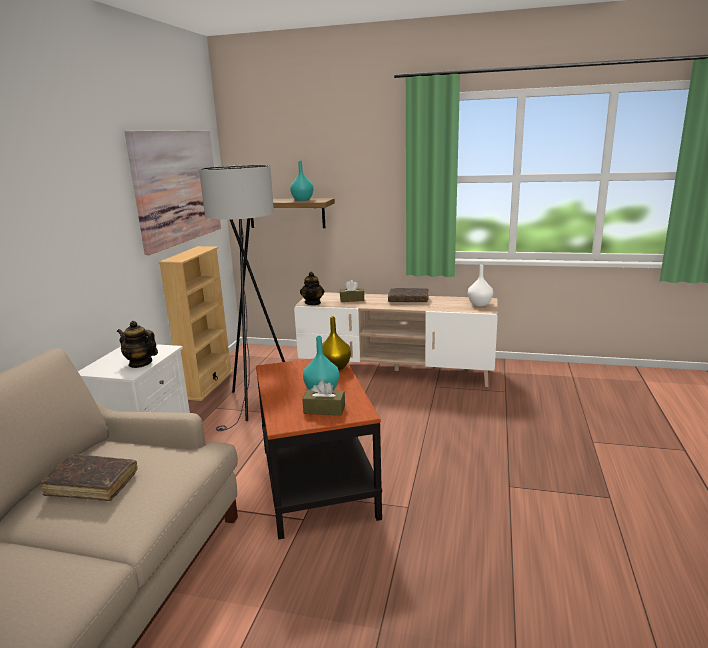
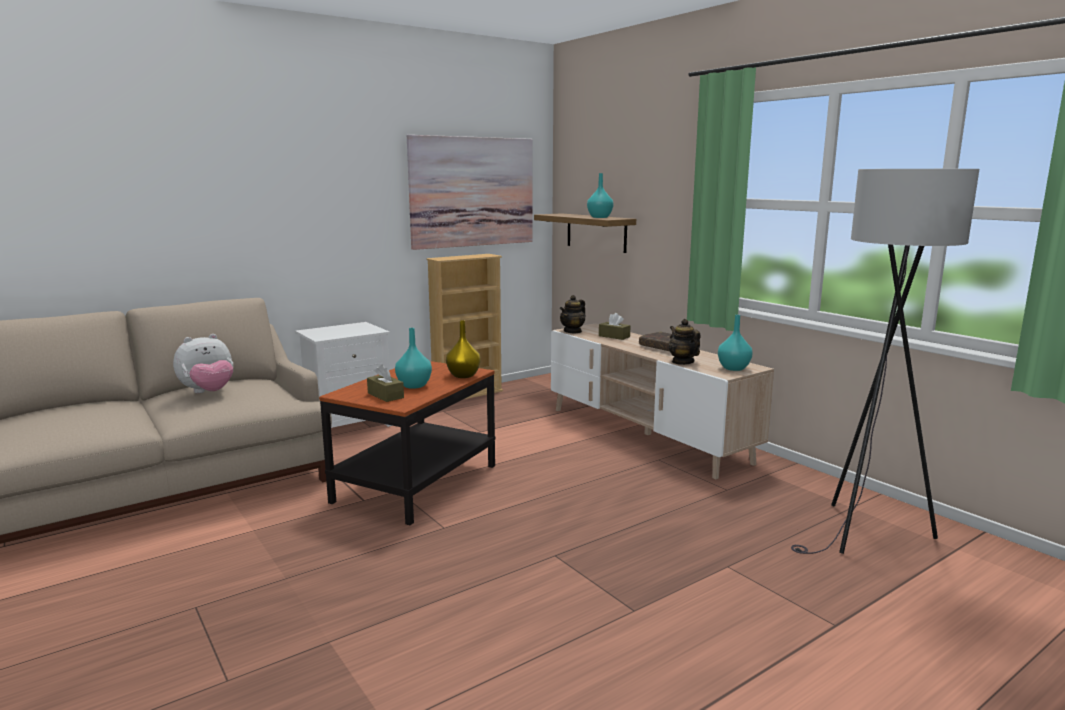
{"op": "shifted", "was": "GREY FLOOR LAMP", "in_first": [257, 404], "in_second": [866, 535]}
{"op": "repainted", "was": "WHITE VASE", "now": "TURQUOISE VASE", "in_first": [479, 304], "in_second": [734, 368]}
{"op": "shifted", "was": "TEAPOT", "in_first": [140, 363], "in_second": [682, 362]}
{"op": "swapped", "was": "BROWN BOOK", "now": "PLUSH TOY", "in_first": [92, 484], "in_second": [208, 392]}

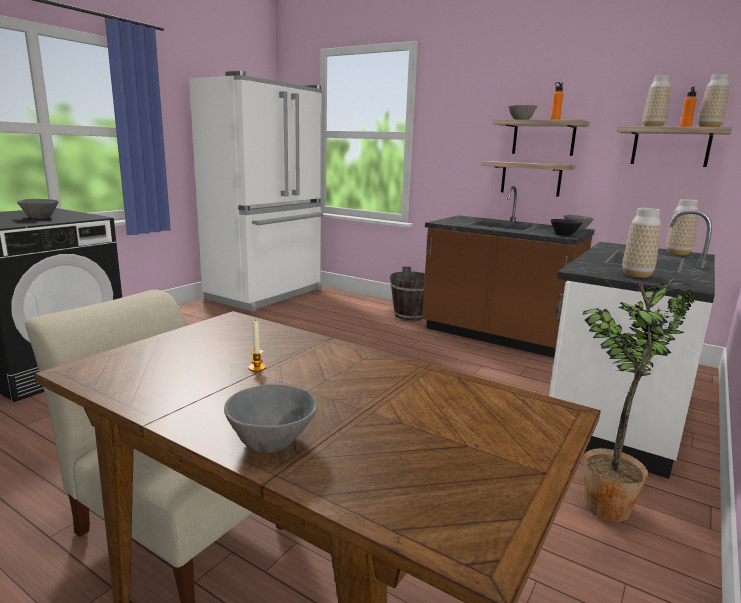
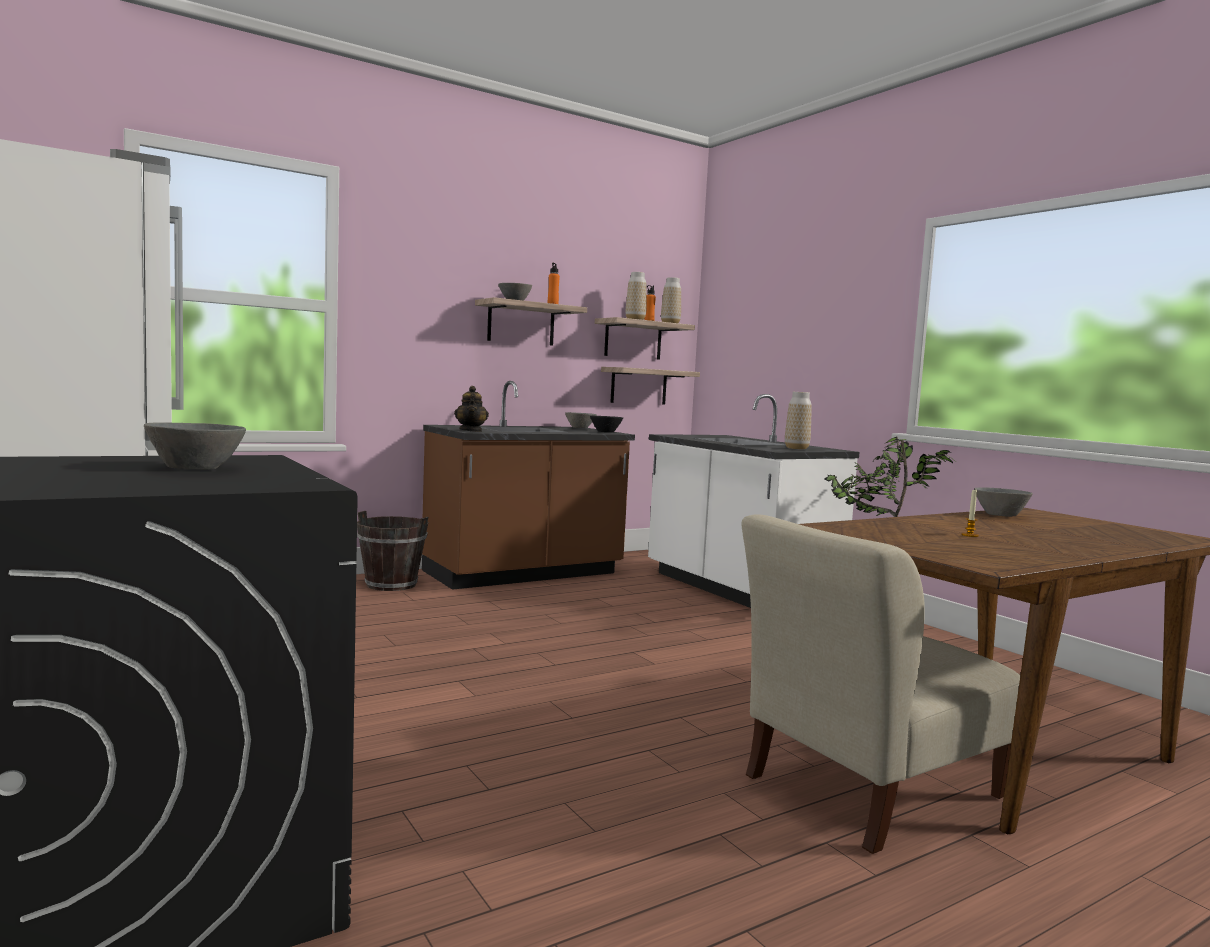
{"op": "shifted", "was": "SHELF", "in_first": [531, 178], "in_second": [638, 386]}
{"op": "gone", "was": "VASE", "in_first": [678, 253]}
{"op": "shifted", "was": "GREY BOWL", "in_first": [273, 442], "in_second": [1001, 515]}
{"op": "new", "now": "TEAPOT", "in_second": [471, 431]}

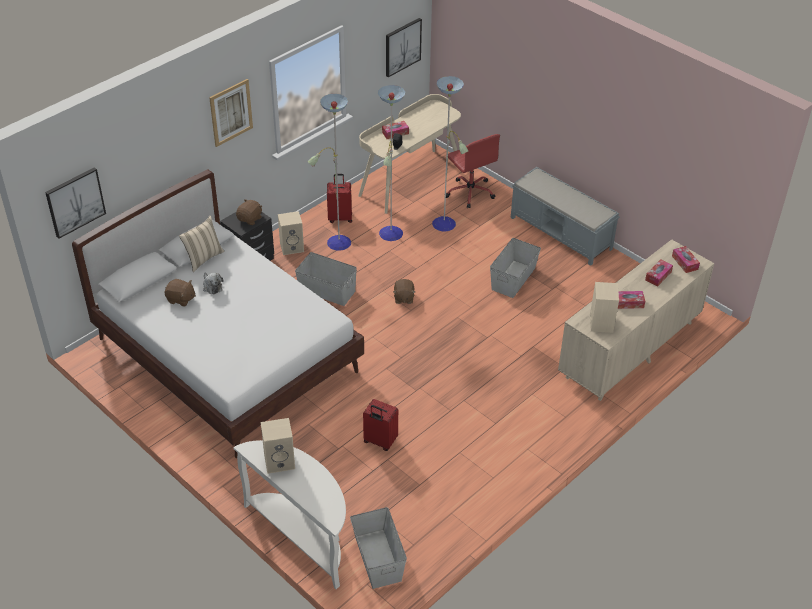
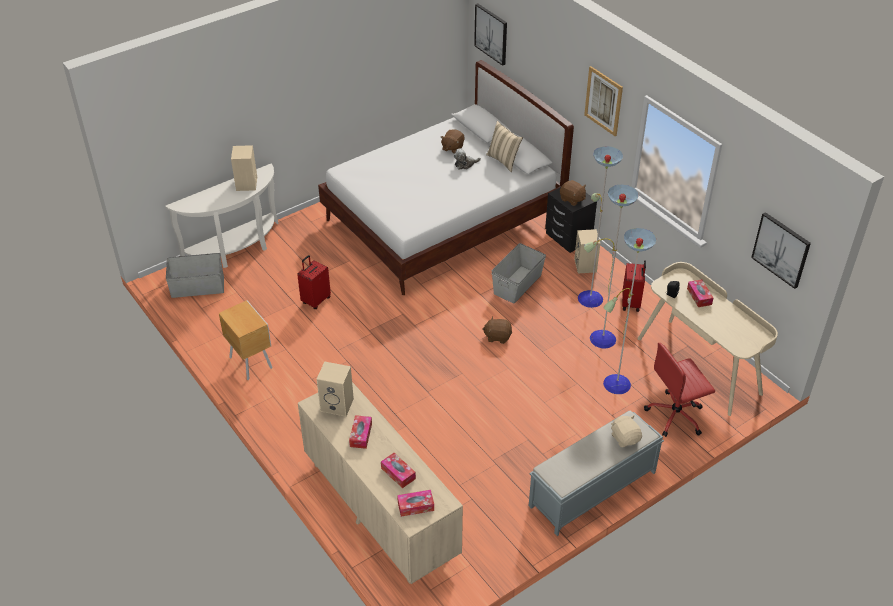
{"op": "gone", "was": "GREY STORAGE BOX", "in_first": [514, 278]}
{"op": "new", "now": "BROWN NIGHTSTAND", "in_second": [251, 362]}
{"op": "new", "now": "BEIGE PLUSH TOY", "in_second": [625, 438]}

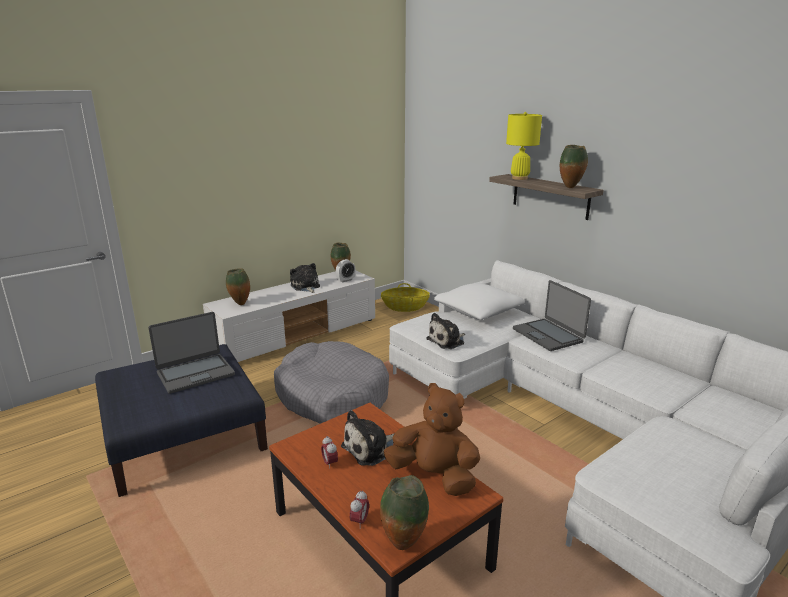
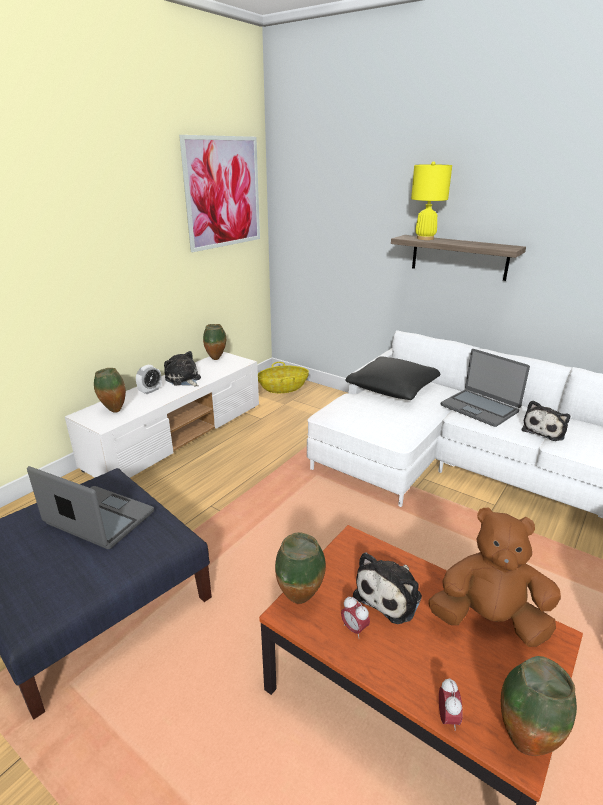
{"op": "shifted", "was": "VASE", "in_first": [571, 188], "in_second": [301, 600]}
{"op": "shifted", "was": "ALARM CLOCK", "in_first": [345, 280], "in_second": [150, 390]}
{"op": "repainted", "was": "WHITE PILLOW", "now": "BLACK PILLOW", "in_first": [478, 311], "in_second": [392, 389]}
{"op": "rotated", "was": "LAPTOP", "in_first": [195, 373], "in_second": [99, 519], "clockwise": -105}
{"op": "shifted", "was": "PLUSH TOY", "in_first": [447, 341], "in_second": [545, 430]}
{"op": "gone", "was": "GREY DOG BED", "in_first": [332, 396]}
{"op": "new", "now": "PICTURE", "in_second": [223, 192]}

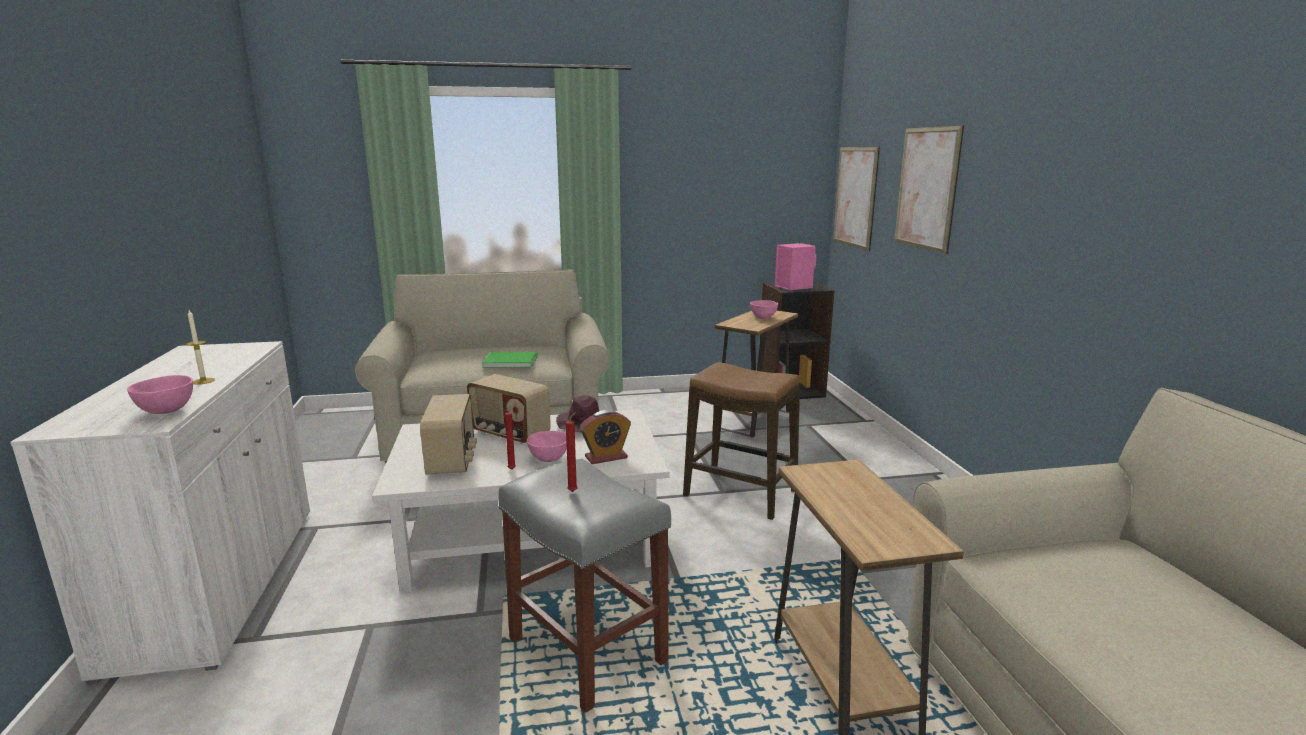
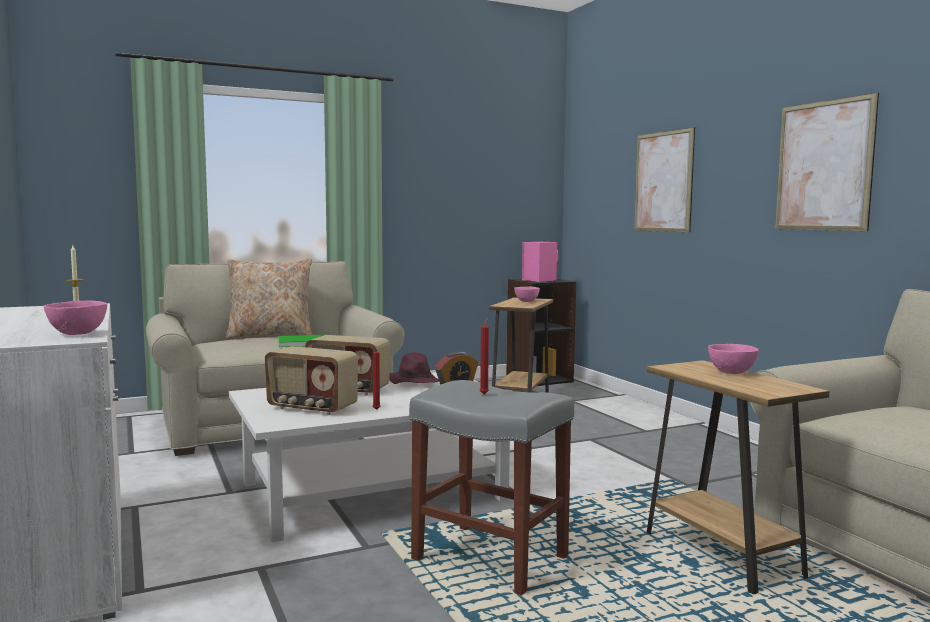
{"op": "shifted", "was": "PICTURE", "in_first": [855, 197], "in_second": [823, 166]}
{"op": "gone", "was": "STOOL", "in_first": [741, 493]}
{"op": "rotated", "was": "RADIO", "in_first": [452, 461], "in_second": [311, 408], "clockwise": 135}
{"op": "shifted", "was": "PINK BOWL", "in_first": [548, 459], "in_second": [732, 373]}
{"op": "new", "now": "BEIGE PILLOW", "in_second": [270, 335]}

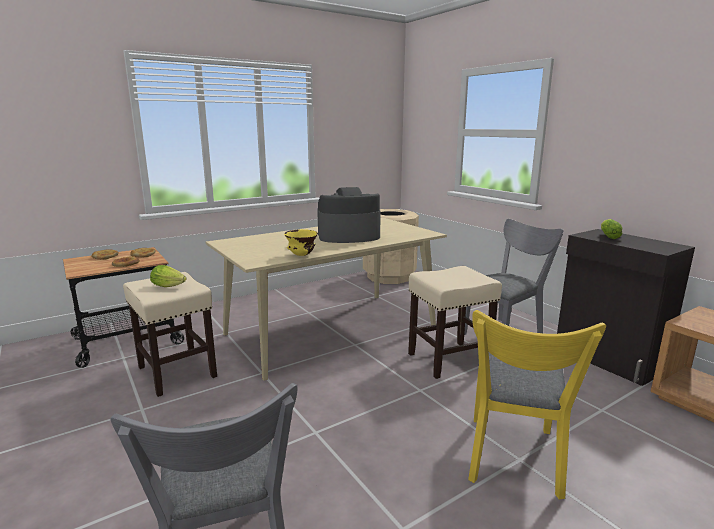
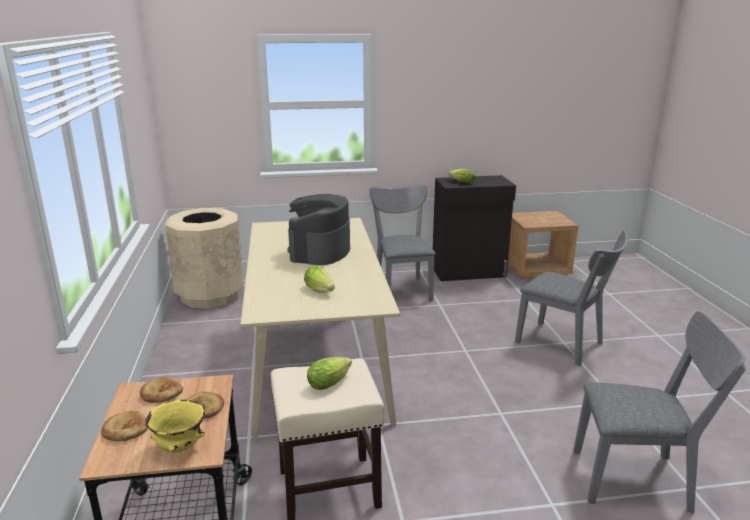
{"op": "shifted", "was": "YELLOW BOWL", "in_first": [302, 255], "in_second": [180, 447]}
{"op": "gone", "was": "BEIGE STOOL", "in_first": [448, 360]}
{"op": "repainted", "was": "YELLOW CHAIR", "now": "GREY CHAIR", "in_first": [513, 461], "in_second": [565, 345]}
{"op": "new", "now": "LETTUCE", "in_second": [320, 290]}

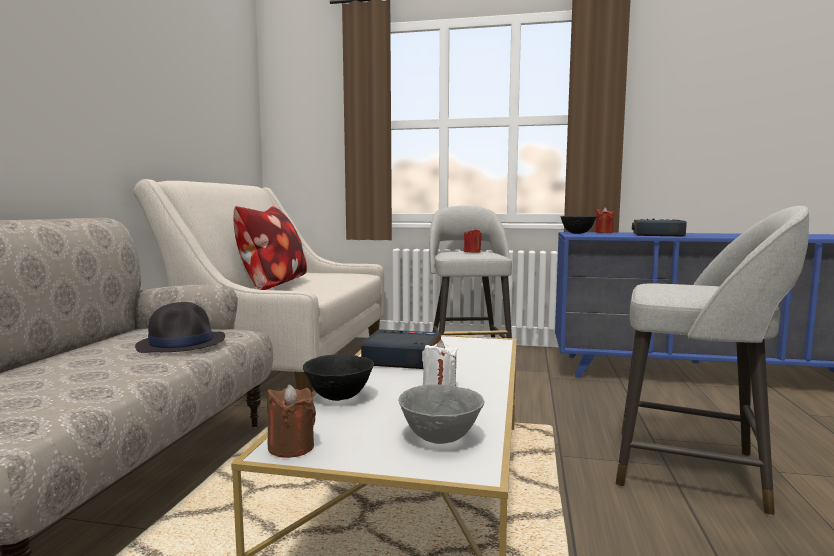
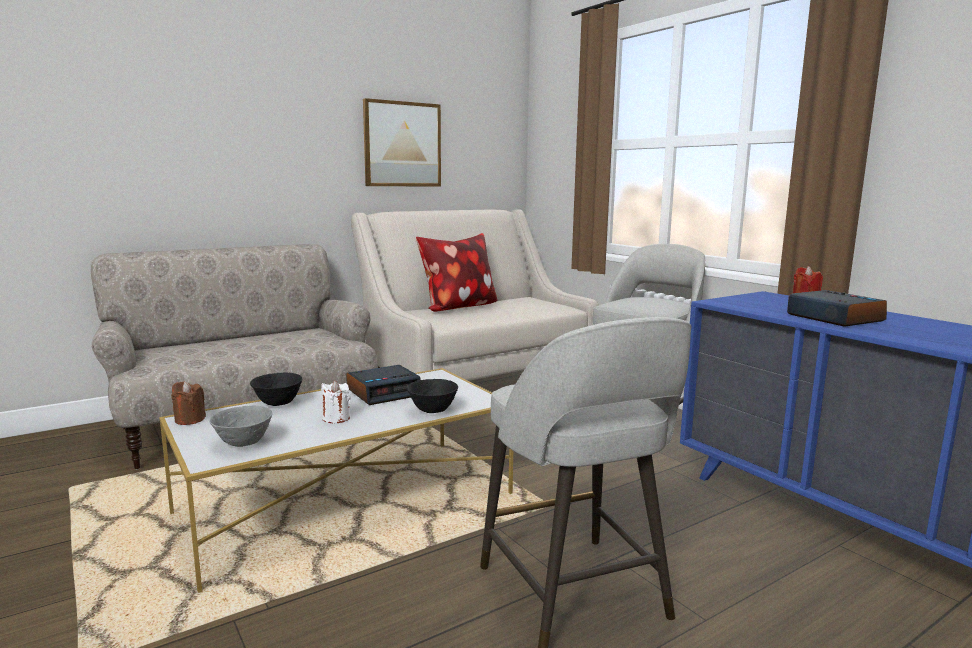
{"op": "shifted", "was": "BLACK BOWL", "in_first": [577, 233], "in_second": [432, 411]}
{"op": "gone", "was": "RED CANDLE", "in_first": [472, 252]}
{"op": "gone", "was": "BLACK HAT", "in_first": [182, 343]}
{"op": "rotated", "was": "ALARM CLOCK", "in_first": [401, 359], "in_second": [384, 392], "clockwise": 90}
{"op": "new", "now": "PICTURE", "in_second": [402, 144]}

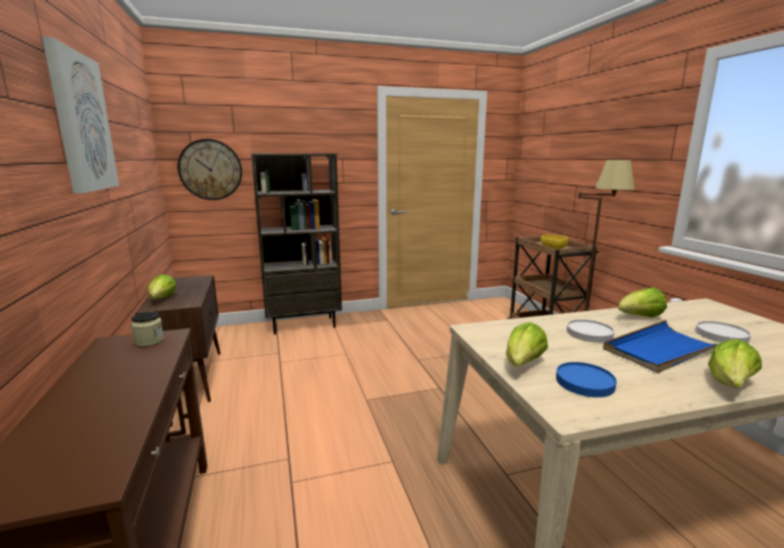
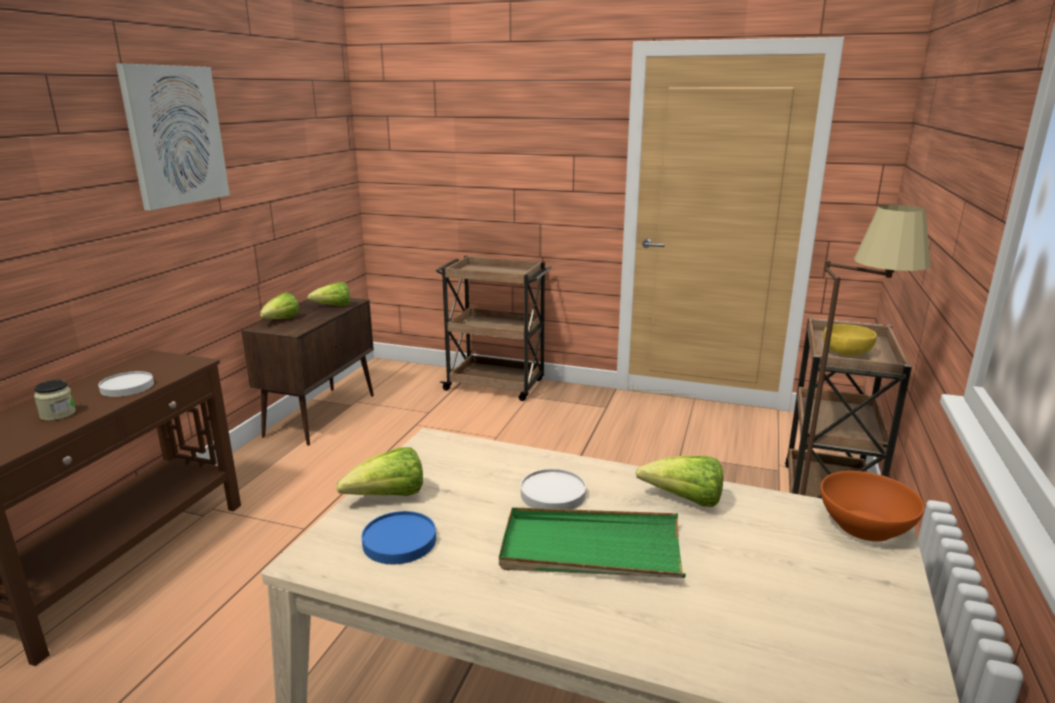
{"op": "gone", "was": "WALL CLOCK", "in_first": [210, 169]}
{"op": "swapped", "was": "BROWN BOOKCASE", "now": "BROWN CART", "in_first": [304, 325], "in_second": [496, 385]}
{"op": "shifted", "was": "JAR", "in_first": [149, 341], "in_second": [58, 414]}
{"op": "repainted", "was": "BLUE TRAY", "now": "GREEN TRAY", "in_first": [662, 349], "in_second": [591, 549]}
{"op": "shifted", "was": "WHITE PLATE", "in_first": [722, 335], "in_second": [127, 387]}
{"op": "shifted", "was": "LETTUCE", "in_first": [730, 385], "in_second": [333, 307]}
{"op": "new", "now": "ORANGE BOWL", "in_second": [865, 526]}

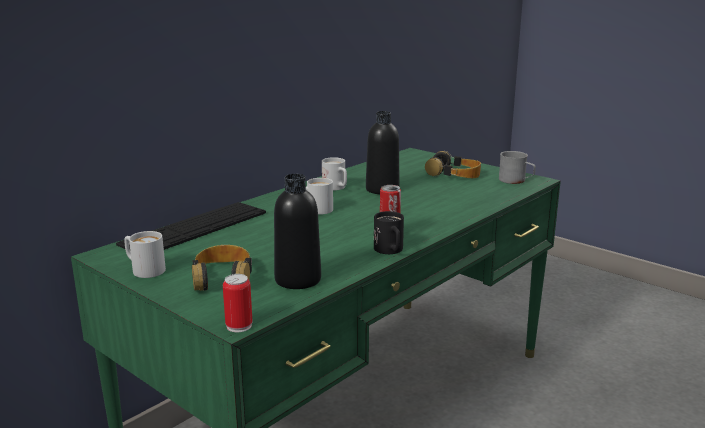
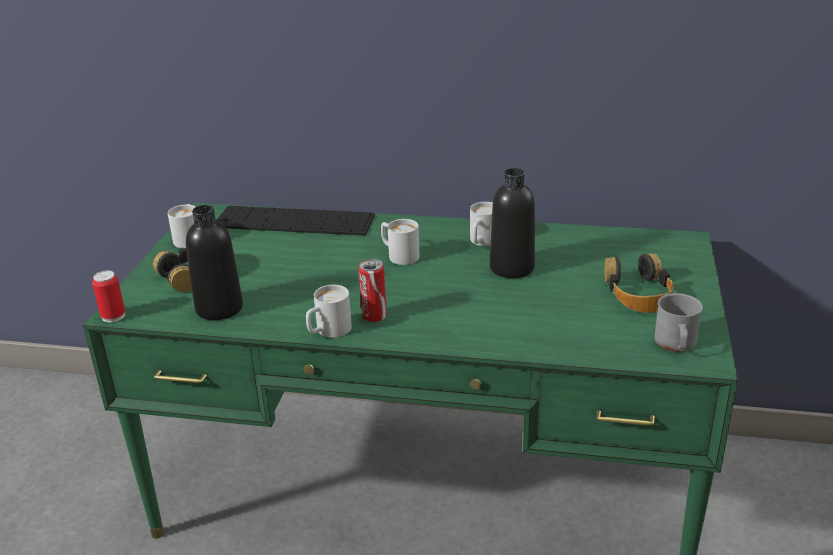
{"op": "repainted", "was": "BLACK MUG", "now": "WHITE MUG", "in_first": [390, 251], "in_second": [328, 331]}

